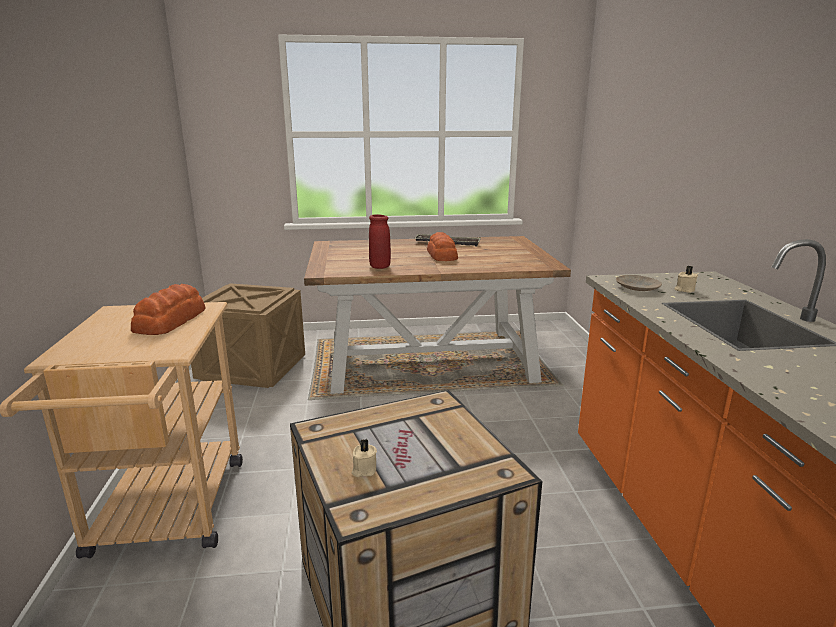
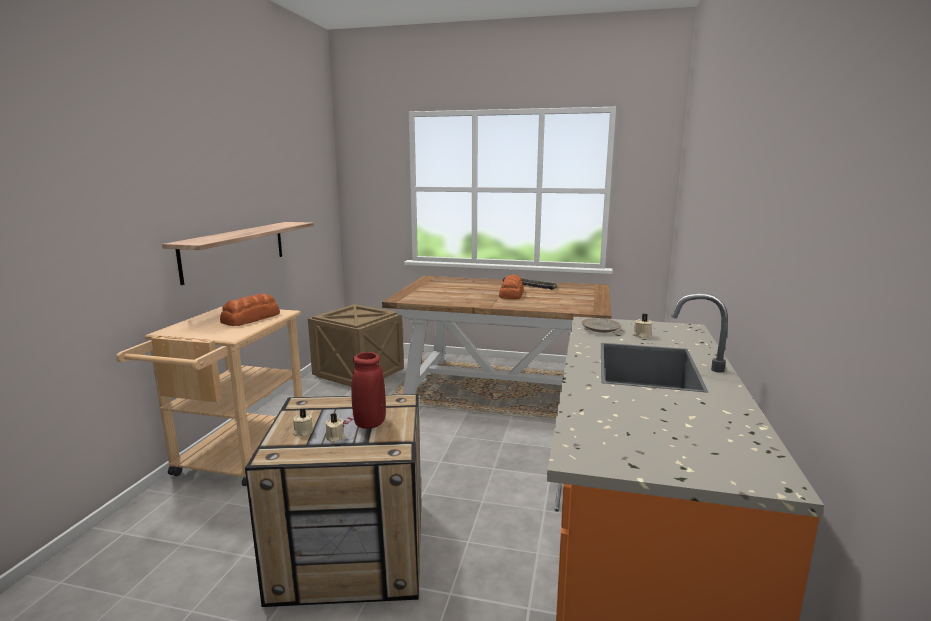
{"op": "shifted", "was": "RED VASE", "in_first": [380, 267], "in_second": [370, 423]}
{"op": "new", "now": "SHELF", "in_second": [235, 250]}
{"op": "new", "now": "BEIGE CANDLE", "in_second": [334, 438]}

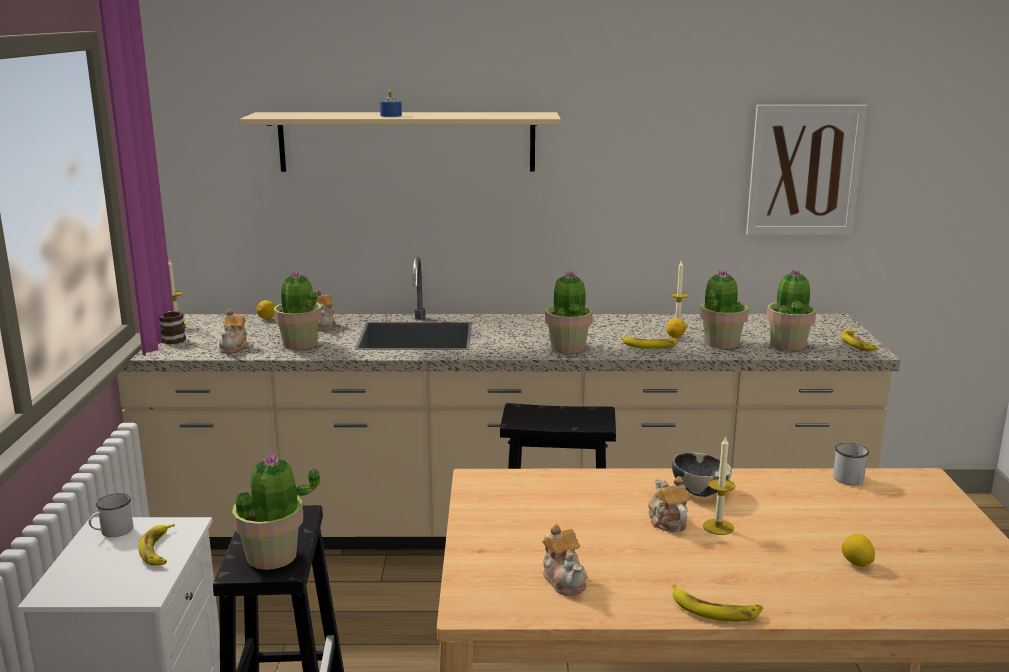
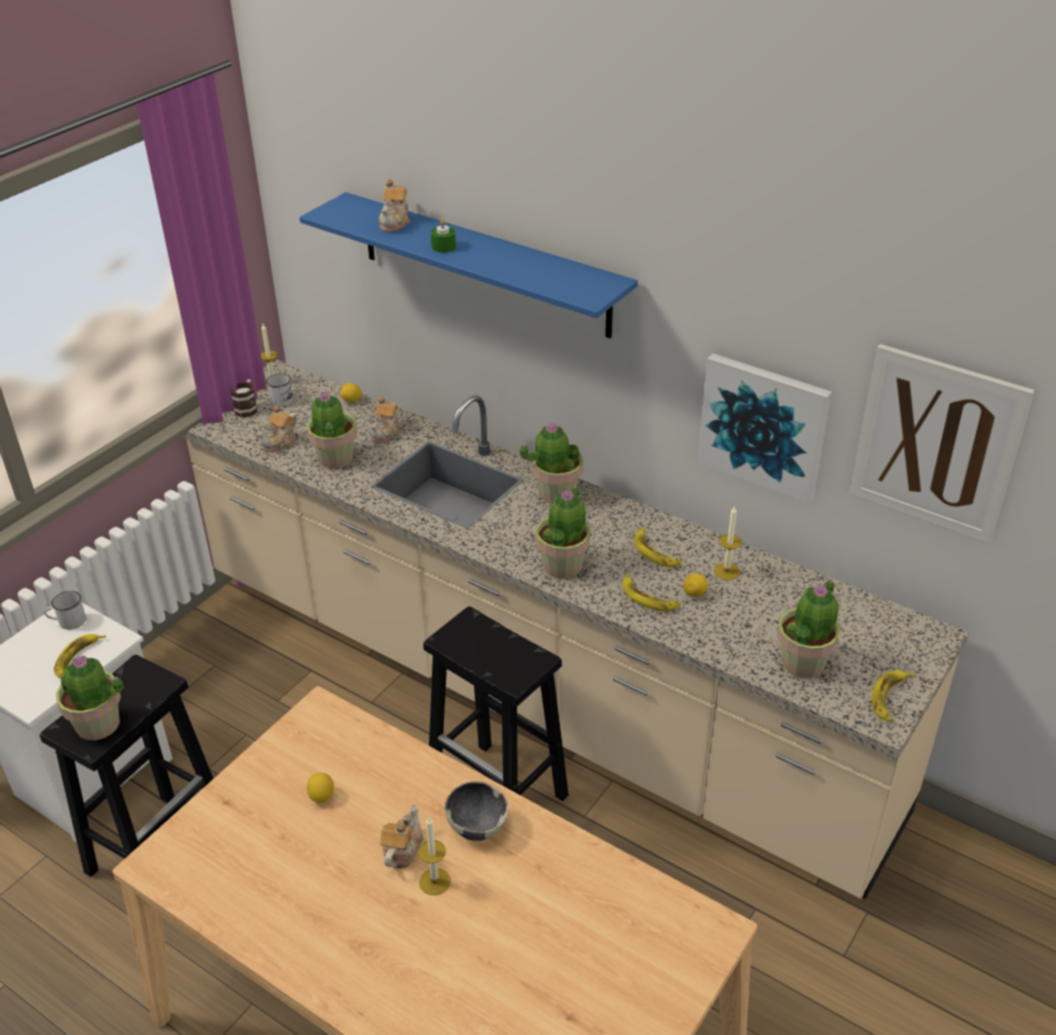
{"op": "repainted", "was": "BLUE CANDLE", "now": "GREEN CANDLE", "in_first": [391, 115], "in_second": [443, 246]}
{"op": "repainted", "was": "BEIGE SHELF", "now": "BLUE SHELF", "in_first": [407, 142], "in_second": [483, 264]}
{"op": "shifted", "was": "POTTED PLANT", "in_first": [721, 343], "in_second": [556, 493]}
{"op": "shifted", "was": "WHITE MUG", "in_first": [845, 476], "in_second": [283, 399]}
{"op": "shifted", "was": "TEAPOT", "in_first": [564, 579], "in_second": [395, 223]}
{"op": "shifted", "was": "LEMON", "in_first": [856, 563], "in_second": [321, 796]}
{"op": "shifted", "was": "BANANA", "in_first": [715, 609], "in_second": [655, 552]}
{"op": "new", "now": "PICTURE", "in_second": [764, 425]}

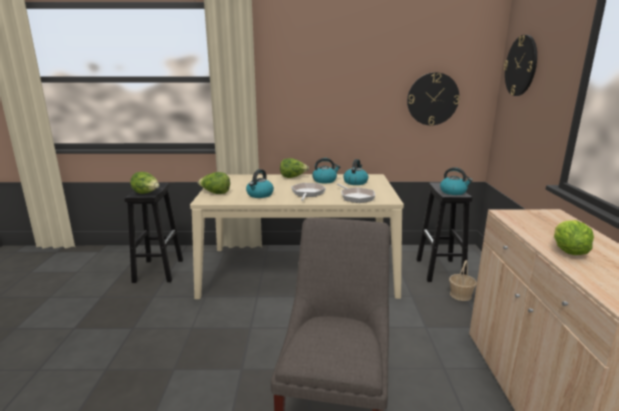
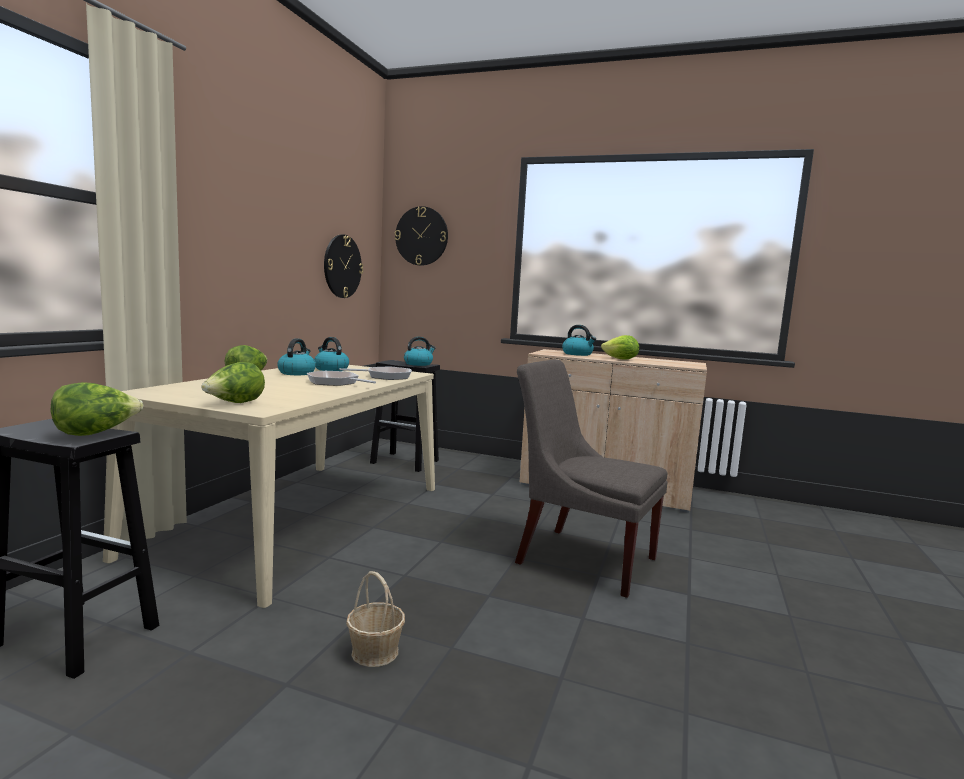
{"op": "shifted", "was": "KETTLE", "in_first": [260, 195], "in_second": [578, 354]}
{"op": "shifted", "was": "BASKET", "in_first": [461, 295], "in_second": [375, 652]}

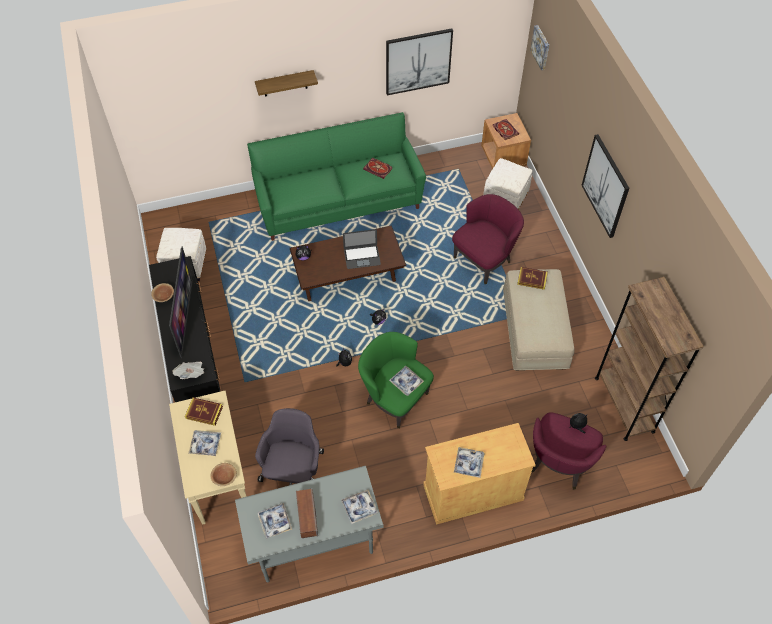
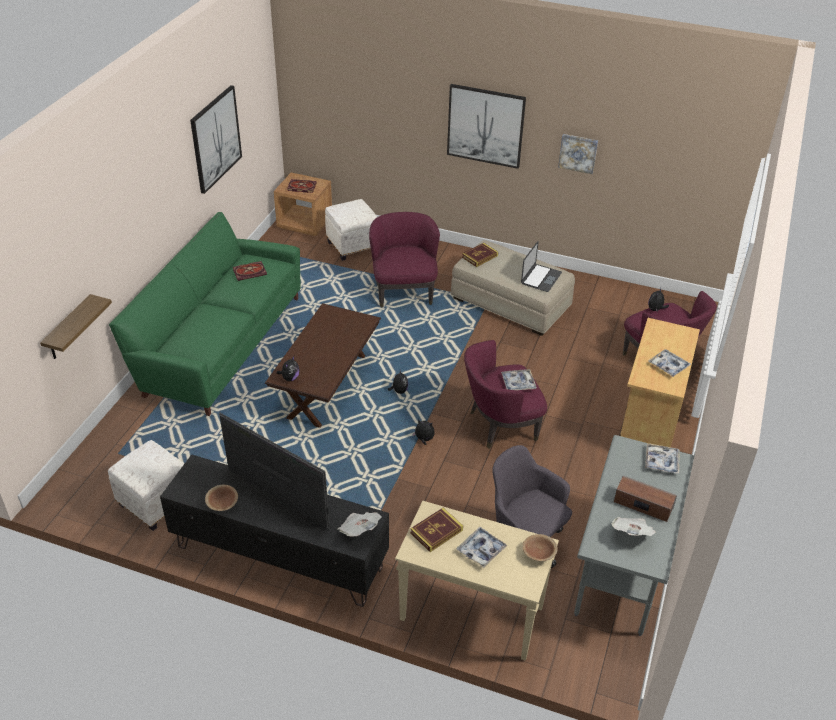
{"op": "shifted", "was": "PICTURE", "in_first": [541, 47], "in_second": [578, 153]}
{"op": "shifted", "was": "SHELF", "in_first": [285, 83], "in_second": [68, 329]}
{"op": "shifted", "was": "LAPTOP", "in_first": [362, 256], "in_second": [541, 278]}
{"op": "gone", "was": "BROWN BOOKCASE", "in_first": [624, 404]}
{"op": "repainted", "was": "GREEN ARMCHAIR", "now": "PURPLE ARMCHAIR", "in_first": [394, 398], "in_second": [500, 425]}
{"op": "swapped", "was": "TRAY", "now": "NEWSPAPER", "in_first": [275, 522], "in_second": [632, 534]}

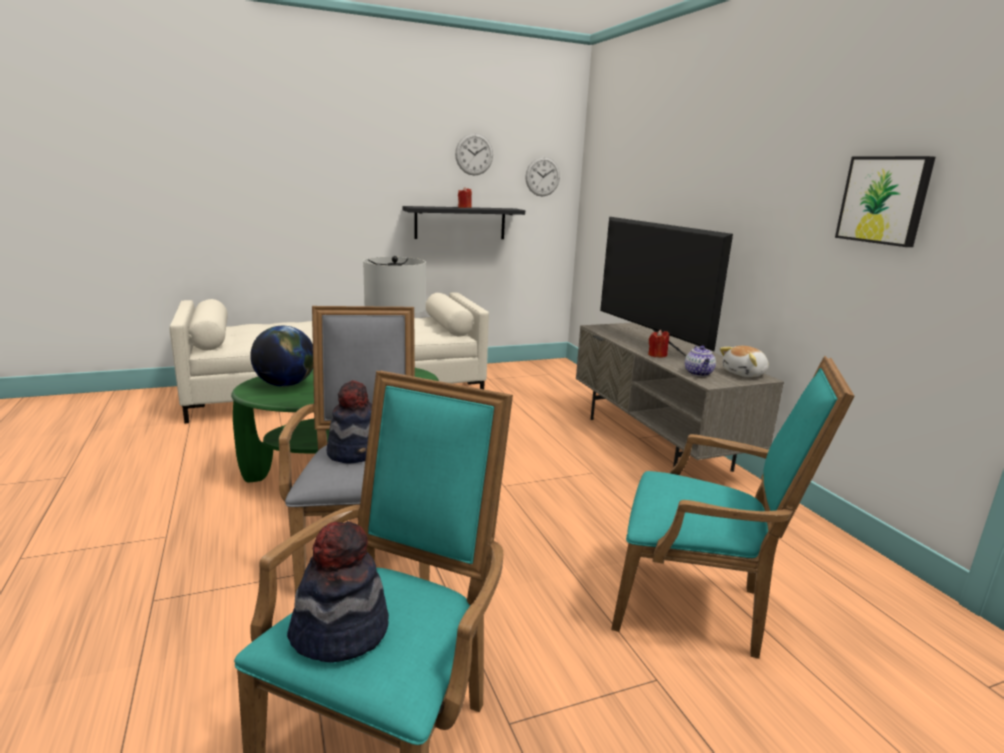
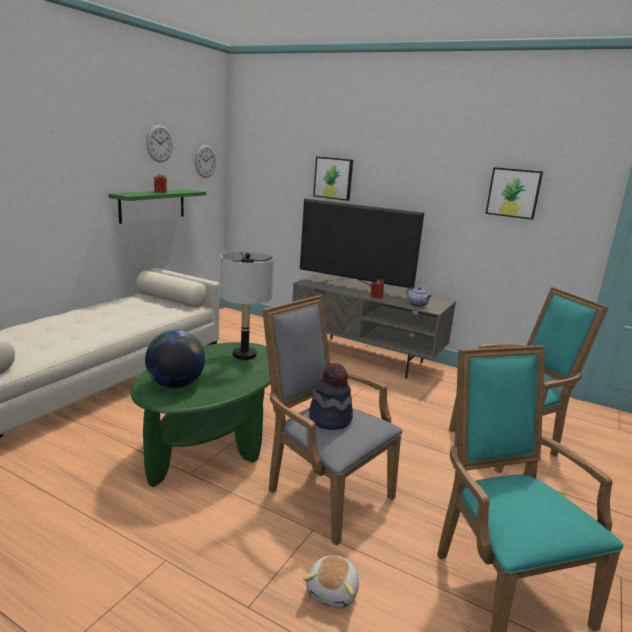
{"op": "repainted", "was": "BLACK SHELF", "now": "GREEN SHELF", "in_first": [460, 223], "in_second": [152, 205]}
{"op": "shifted", "was": "PLUSH TOY", "in_first": [745, 374], "in_second": [333, 592]}
{"op": "gone", "was": "HAT", "in_first": [340, 631]}
{"op": "new", "now": "PICTURE", "in_second": [333, 178]}

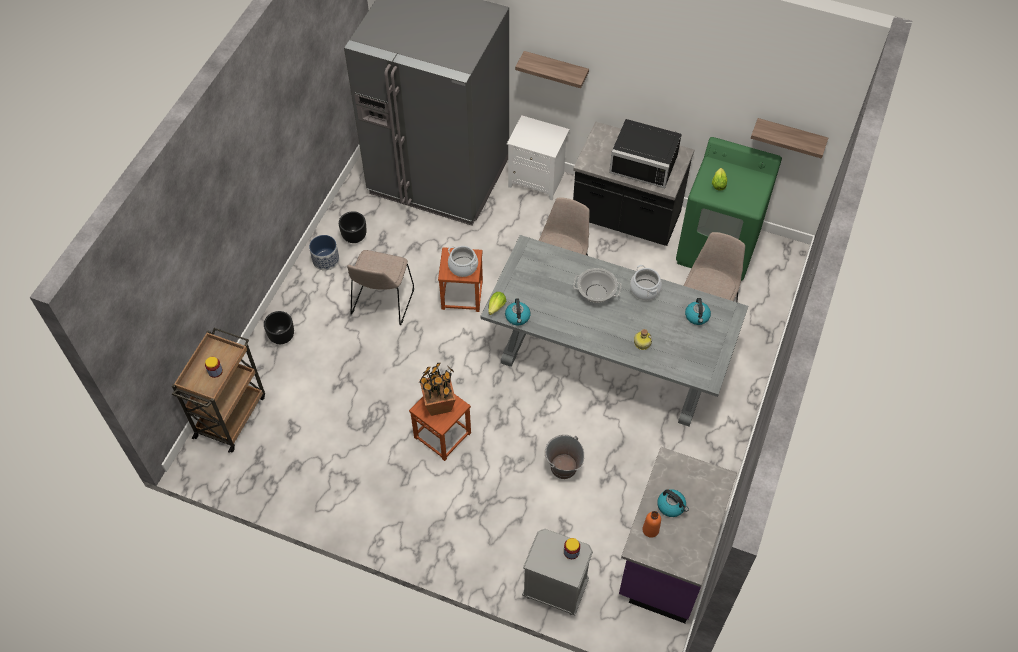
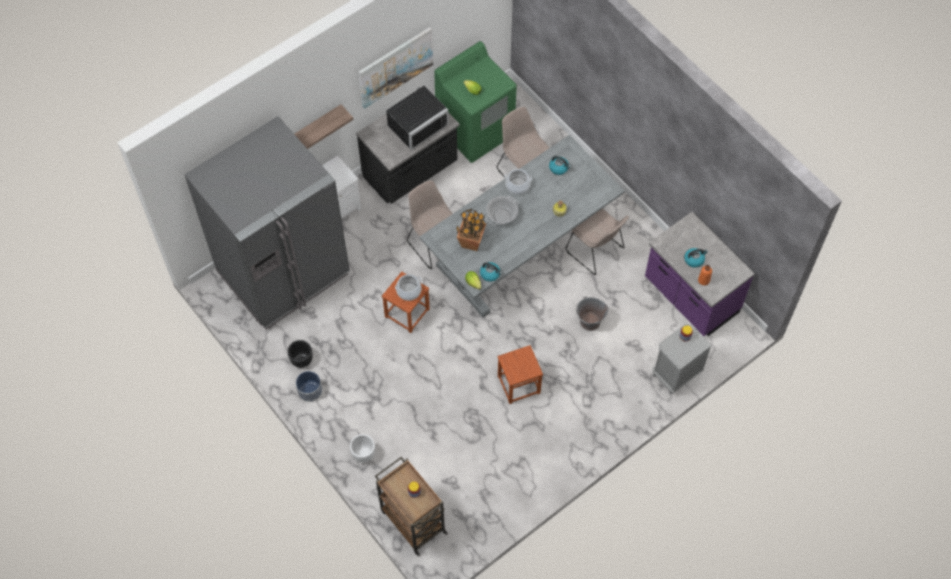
{"op": "gone", "was": "SHELF", "in_first": [790, 137]}
{"op": "shifted", "was": "BEIGE CHAIR", "in_first": [382, 303], "in_second": [596, 251]}
{"op": "repainted", "was": "BLACK PLANTER", "now": "WHITE PLANTER", "in_first": [281, 337], "in_second": [363, 454]}
{"op": "shifted", "was": "POTTED PLANT", "in_first": [439, 404], "in_second": [471, 242]}
{"op": "new", "now": "PICTURE", "in_second": [395, 67]}

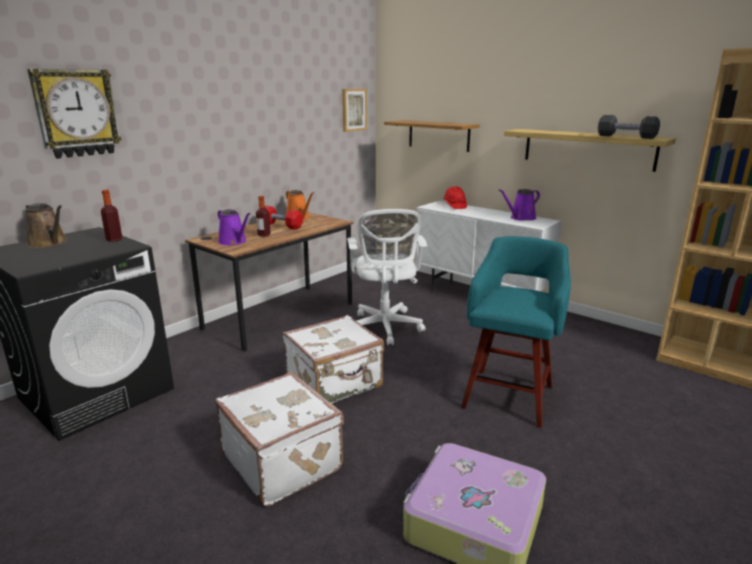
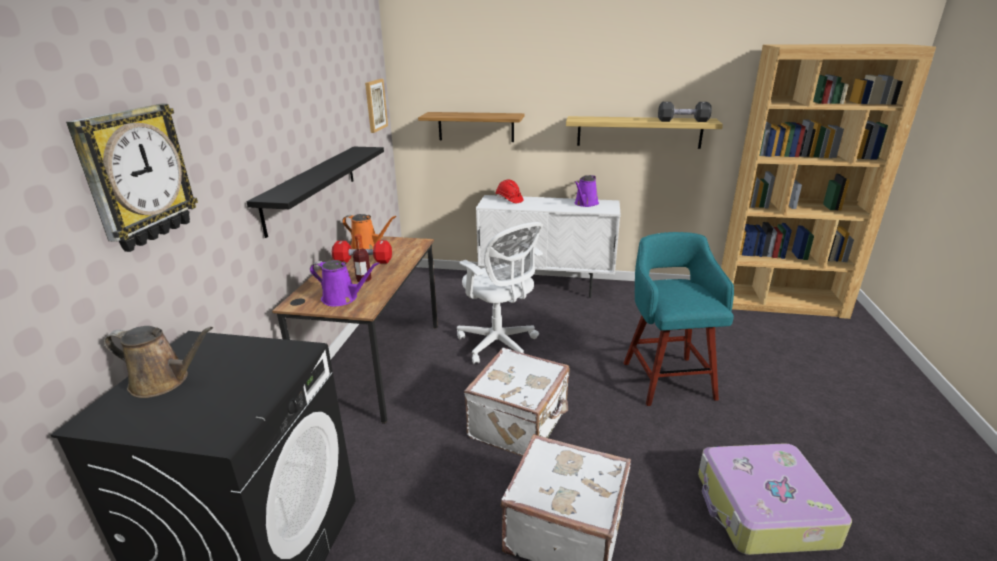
{"op": "gone", "was": "BOTTLE", "in_first": [114, 239]}
{"op": "new", "now": "BLACK SHELF", "in_second": [312, 187]}

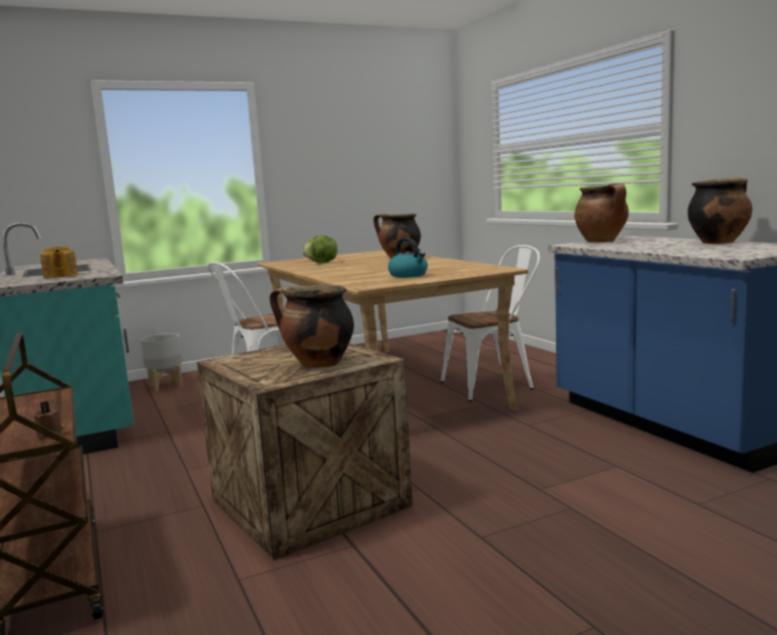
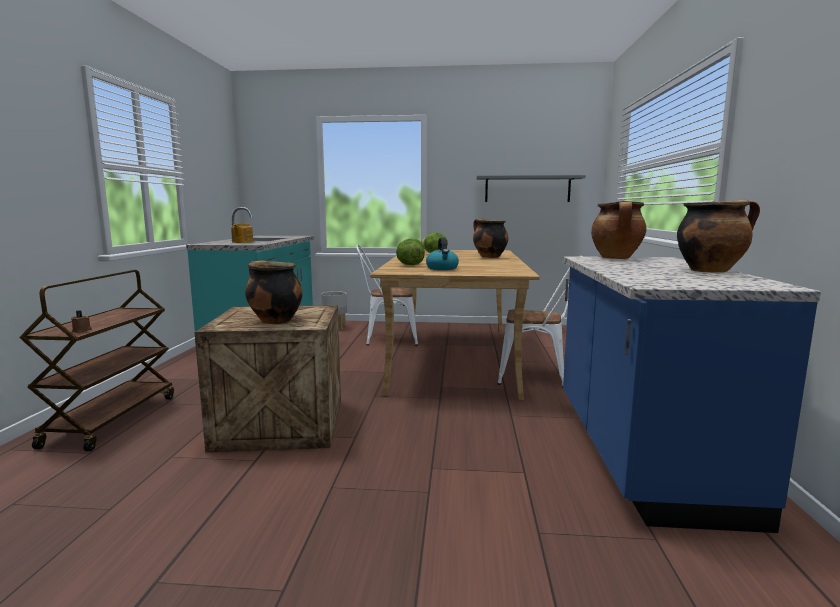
{"op": "new", "now": "GREY SHELF", "in_second": [527, 189]}
{"op": "new", "now": "LETTUCE", "in_second": [409, 265]}

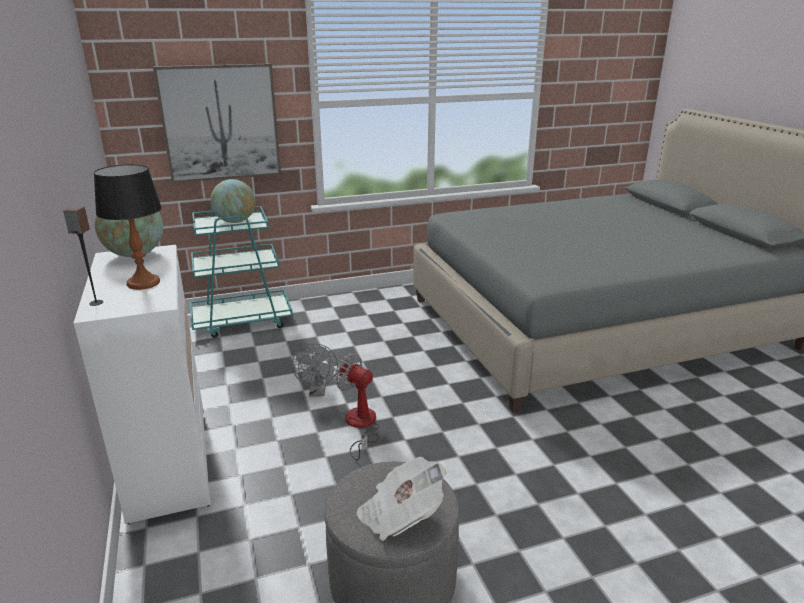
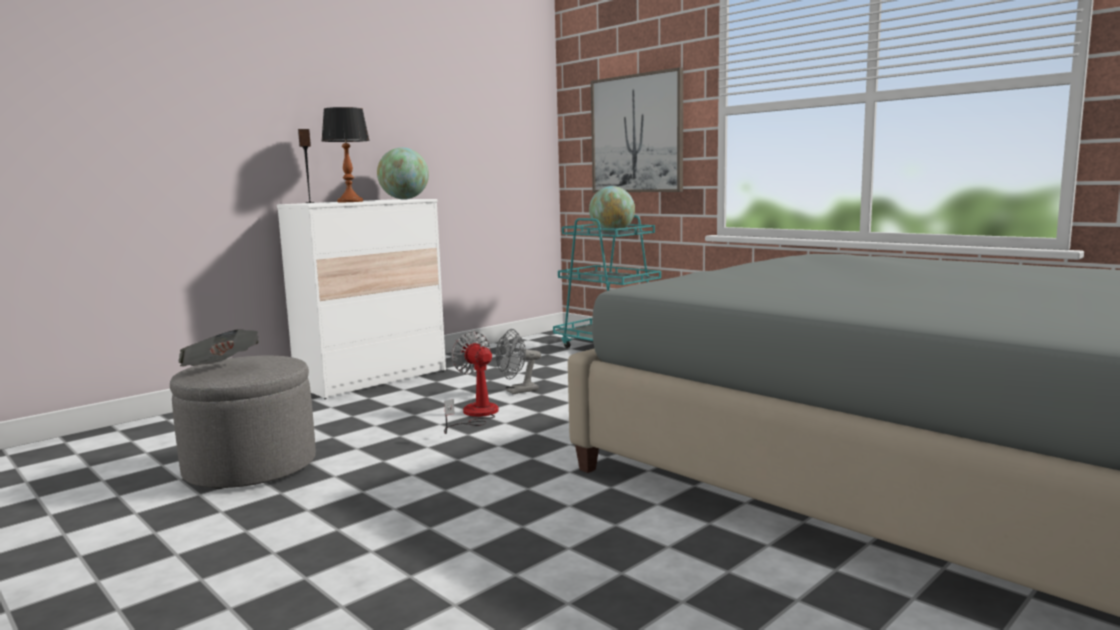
{"op": "rotated", "was": "FAN", "in_first": [360, 425], "in_second": [475, 415], "clockwise": -45}

